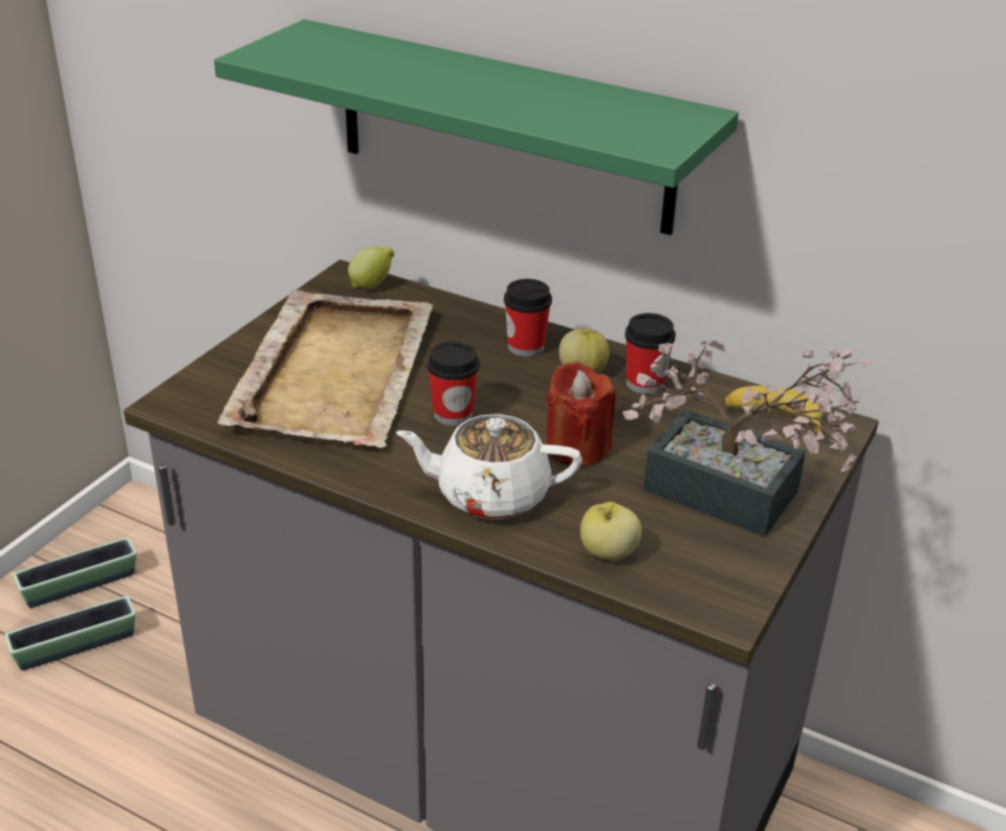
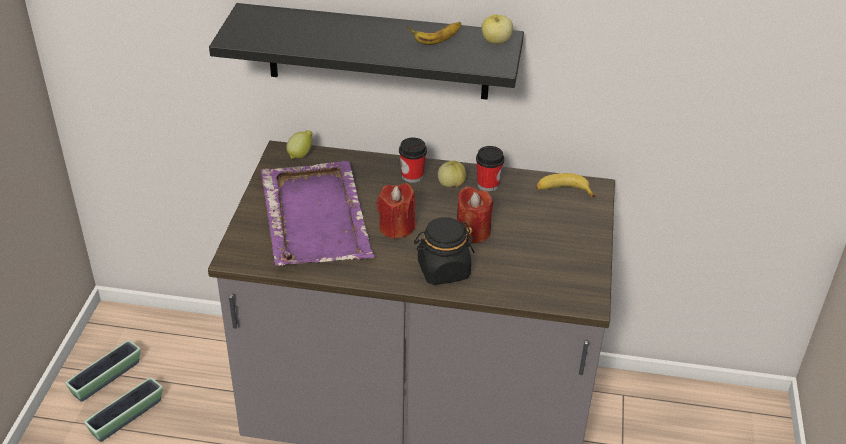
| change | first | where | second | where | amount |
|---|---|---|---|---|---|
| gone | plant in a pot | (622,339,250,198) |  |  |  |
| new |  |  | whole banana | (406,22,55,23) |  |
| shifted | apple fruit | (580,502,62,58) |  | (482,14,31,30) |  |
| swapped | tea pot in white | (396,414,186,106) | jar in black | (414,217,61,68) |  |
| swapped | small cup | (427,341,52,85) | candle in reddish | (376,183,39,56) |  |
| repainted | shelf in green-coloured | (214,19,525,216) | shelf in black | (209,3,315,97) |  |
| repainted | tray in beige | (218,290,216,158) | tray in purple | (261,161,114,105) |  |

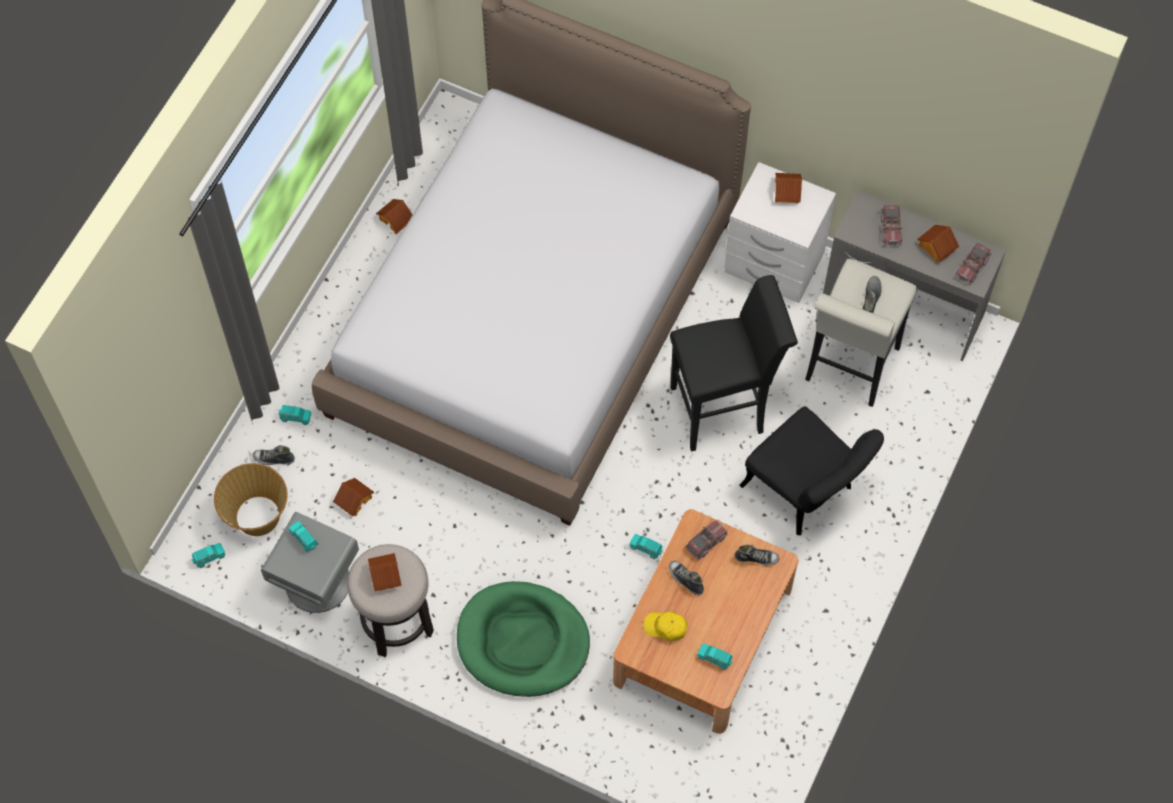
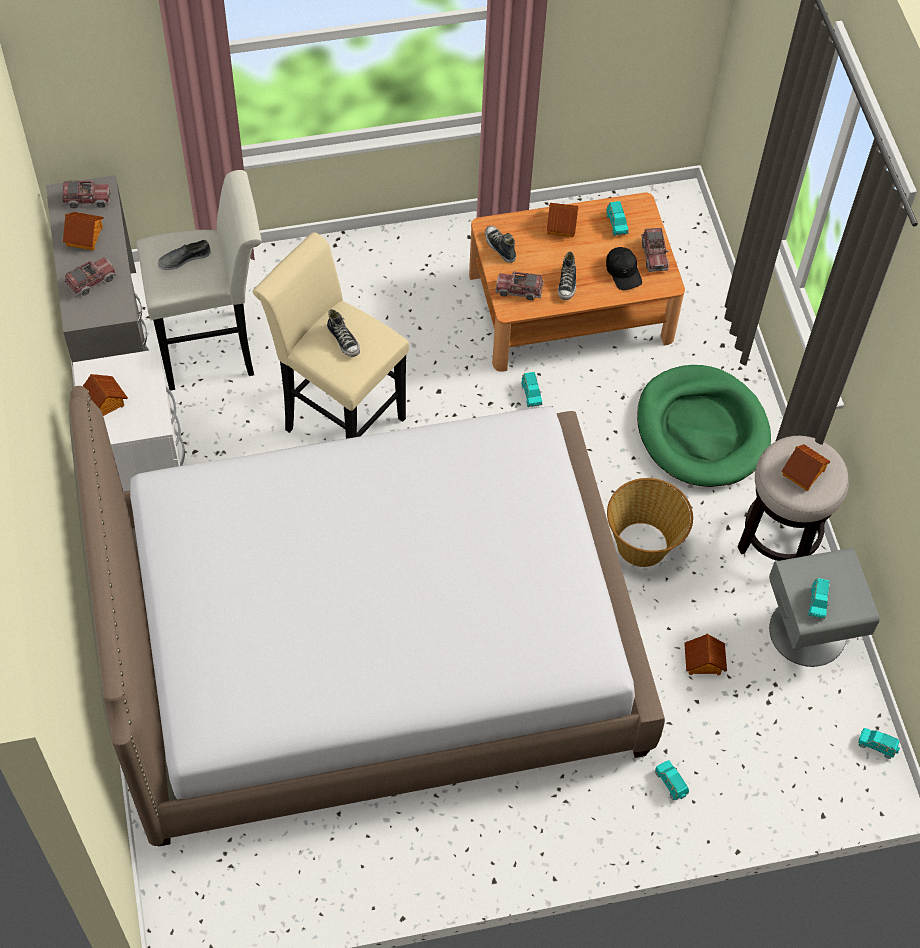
| change | first | where | second | where | amount |
|---|---|---|---|---|---|
| gone | plain chair in black | (739,406,145,129) |  |  |  |
| new |  |  | model truck | (641,228,28,44) |  |
| shifted | storage basket | (214,463,74,73) |  | (607,478,86,89) |  |
| shifted | shoe | (253,445,42,20) |  | (327,309,33,48) |  |
| shifted | model house | (376,199,37,35) |  | (547,203,32,34) |  |
| repainted | cap in yellow | (643,611,44,30) | cap in black | (606,247,36,43) |  |
| repainted | stool seat in black | (670,275,128,177) | stool seat in beige | (252,232,157,207) |  |

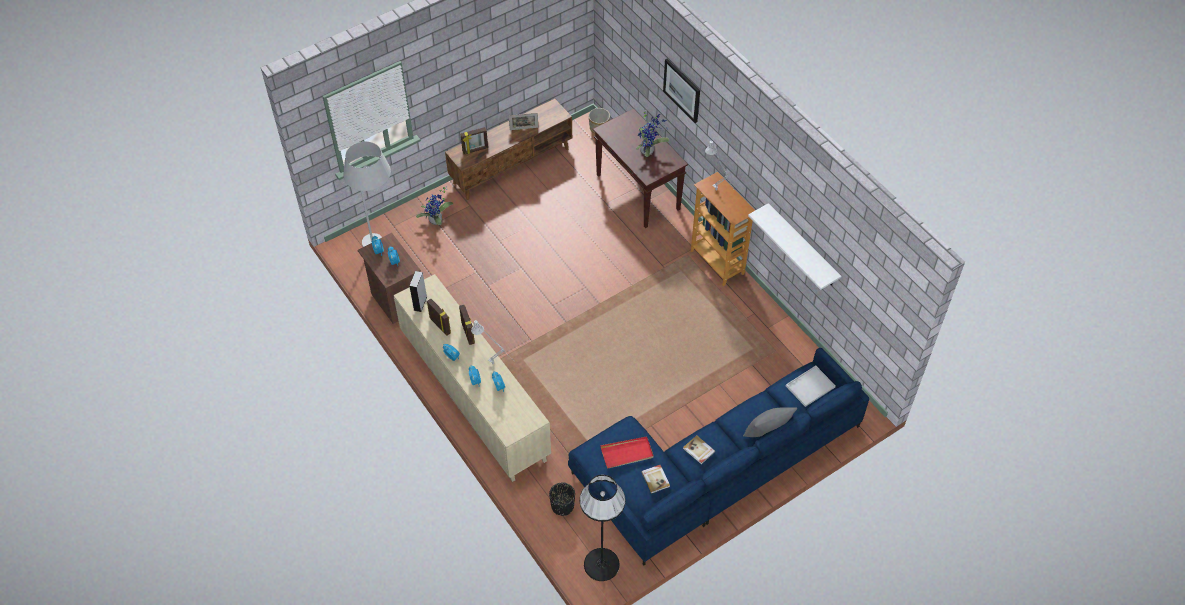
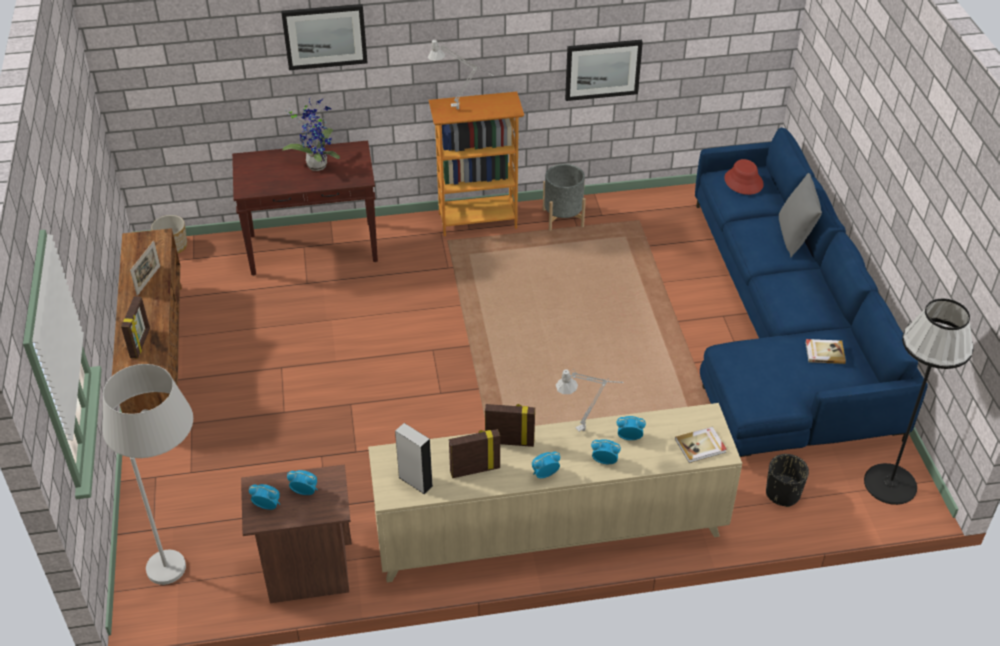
| change | first | where | second | where | amount |
|---|---|---|---|---|---|
| gone | plant in a pot | (416,186,38,39) |  |  |  |
| gone | tray in reddish | (600,436,54,32) |  |  |  |
| new |  |  | flower pot in gray | (543,164,43,67) |  |
| shifted | volume | (683,435,32,29) |  | (675,427,52,36) |  |
| swapped | shelf in white | (748,203,93,87) | wall picture | (565,40,78,61) |  |
| swapped | tray in white | (786,366,50,41) | hat in reddish | (724,159,40,36) |  |

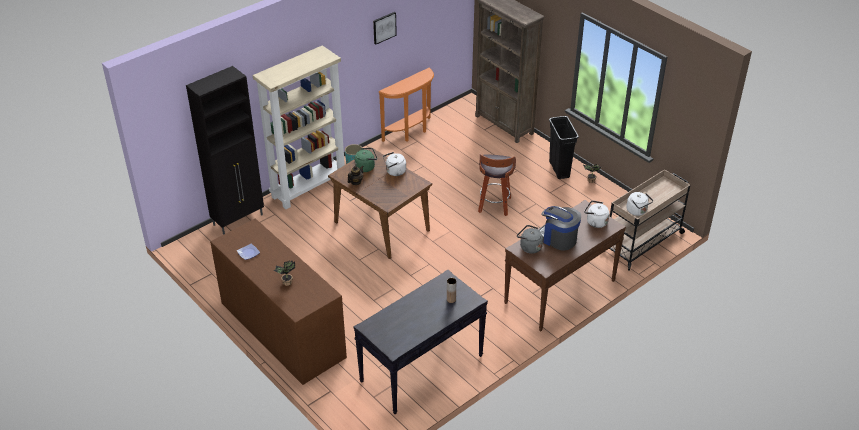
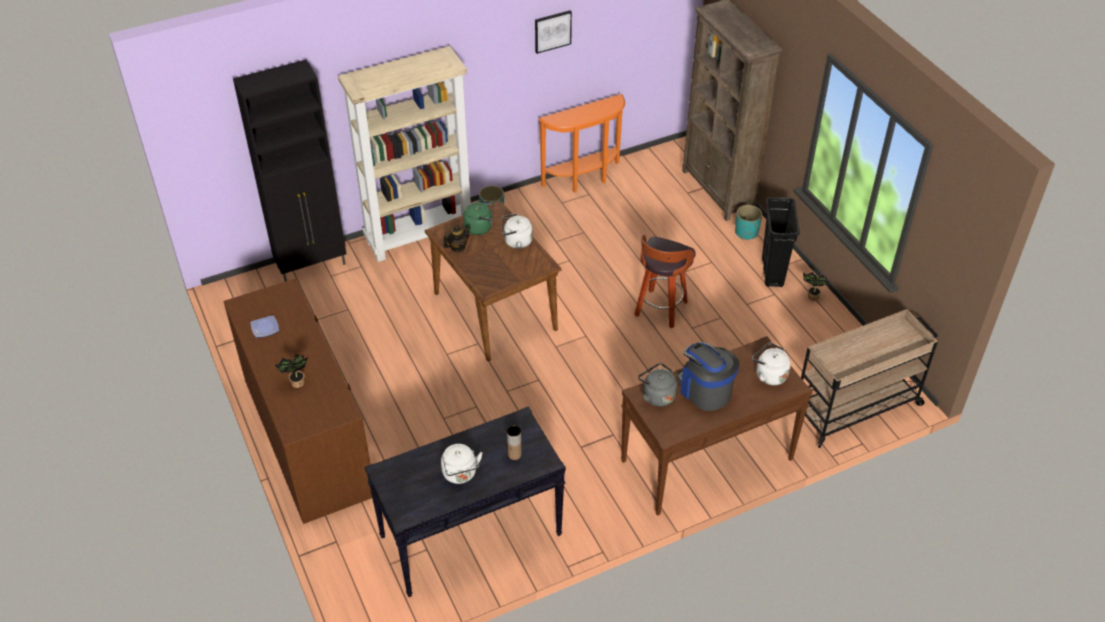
| change | first | where | second | where | amount |
|---|---|---|---|---|---|
| new |  |  | flower pot in turquoise | (735,205,27,35) |  |
| shifted | tea kettle in white | (626,192,27,24) |  | (441,444,42,40) |  |

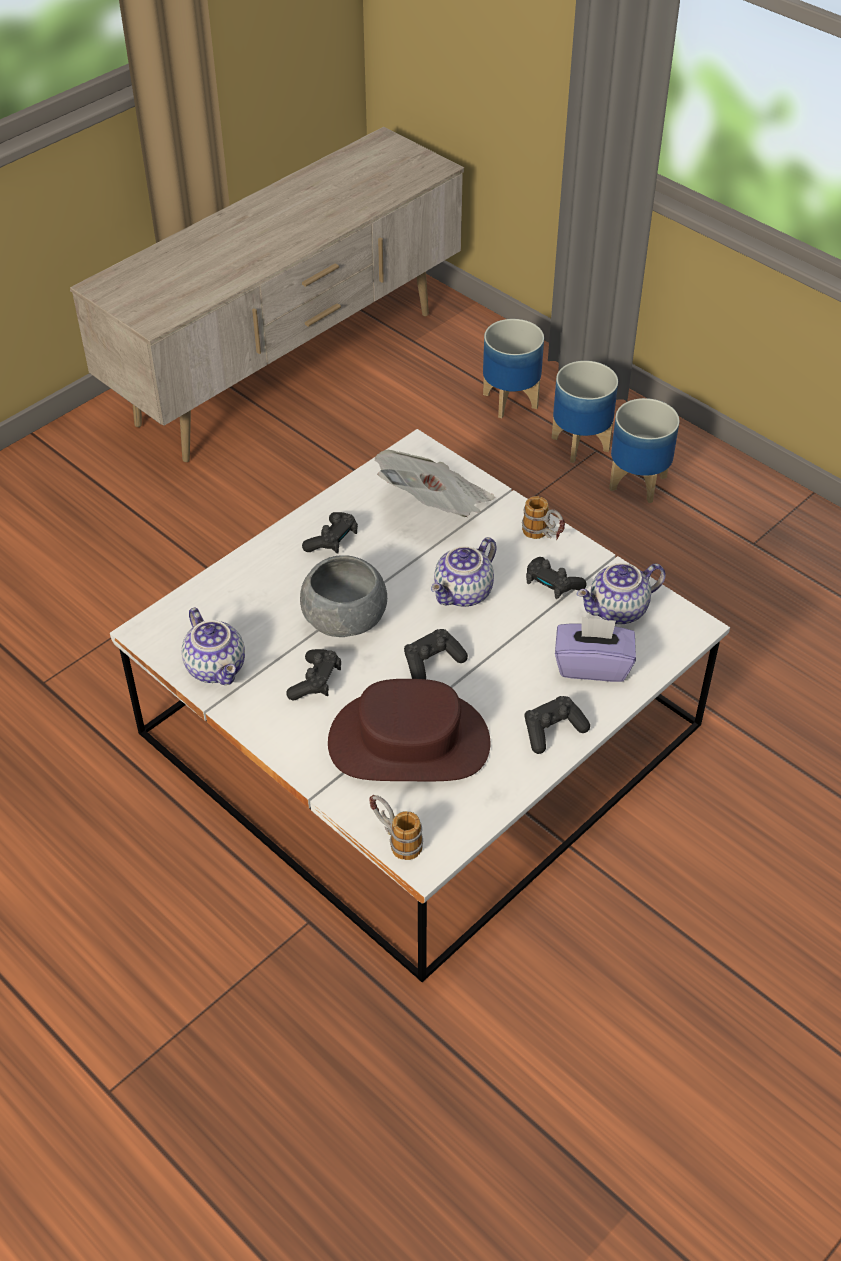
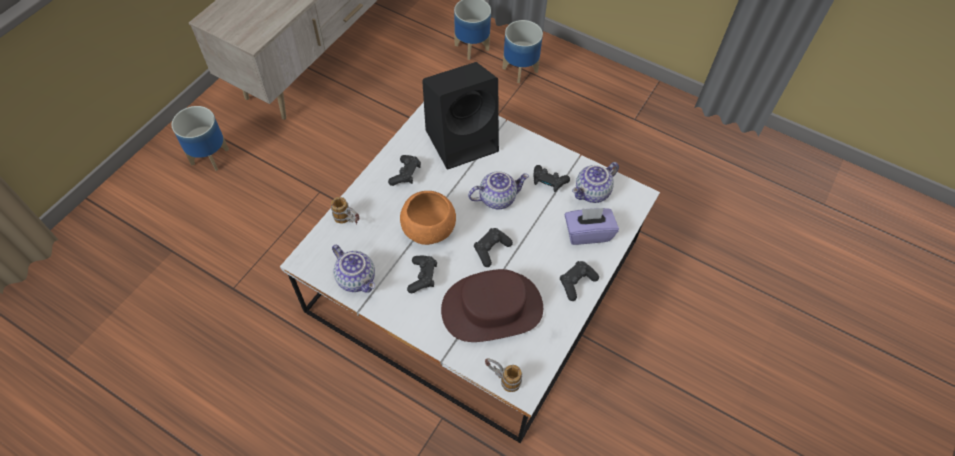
| change | first | where | second | where | amount |
|---|---|---|---|---|---|
| shifted | tea mug | (522,496,43,44) |  | (331,197,28,28) |  |
| shifted | flower pot | (609,398,70,105) |  | (172,106,57,65) |  |
| swapped | newspaper | (375,450,120,67) | speaker in black | (422,62,77,108) |  |
| repainted | bowl in gray | (300,555,87,82) | bowl in orange-coloured | (400,191,56,54) |  |
| rotated | tea pot | (431,537,65,70) |  | (468,171,61,38) | 135 degrees counterclockwise |

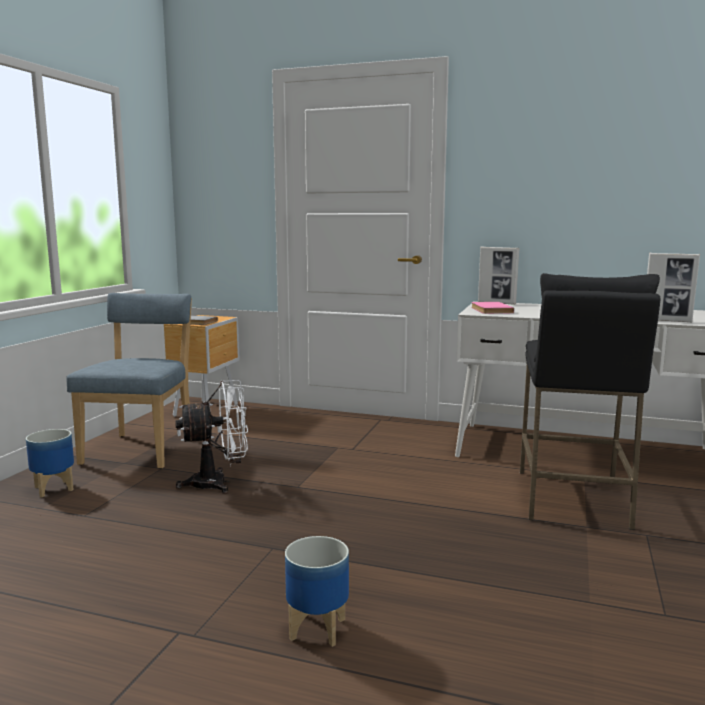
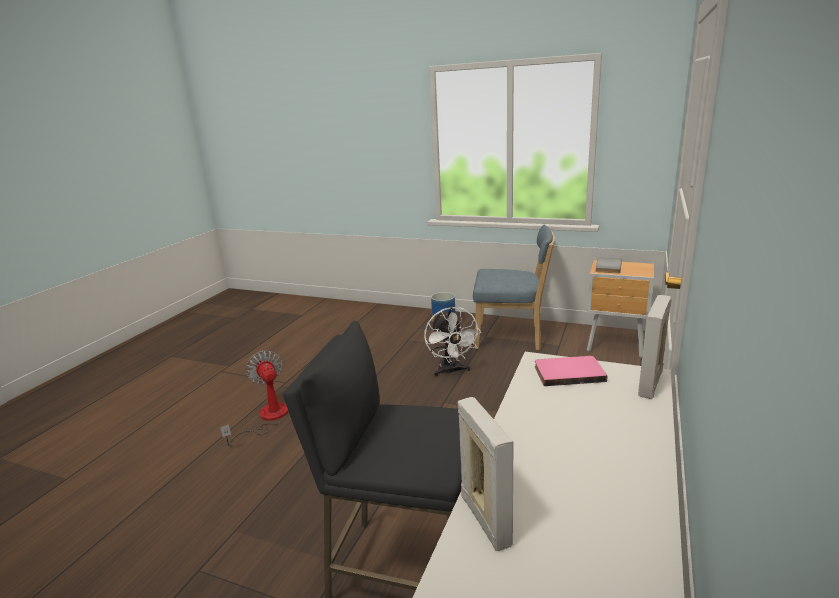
| change | first | where | second | where | amount |
|---|---|---|---|---|---|
| swapped | flower pot | (285,536,64,111) | fan | (220,351,69,95) |  |
| rotated | standing frame | (647,253,53,70) |  | (458,397,55,154) | 135 degrees clockwise |

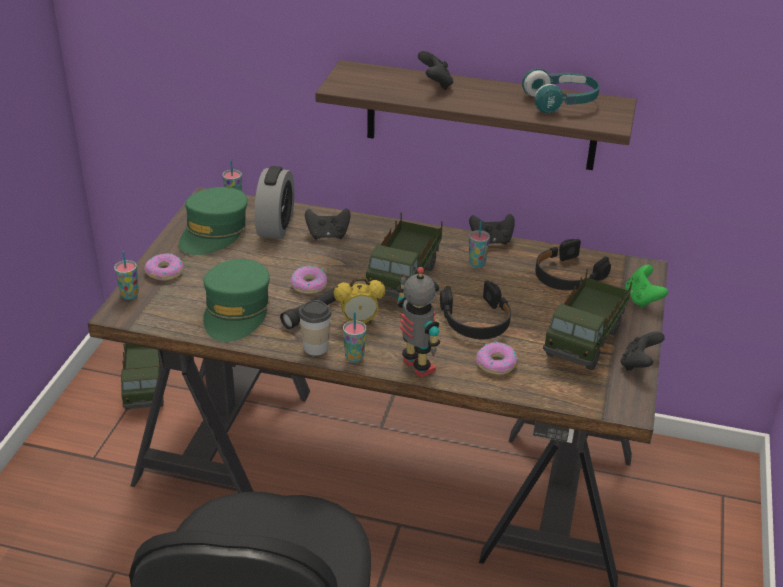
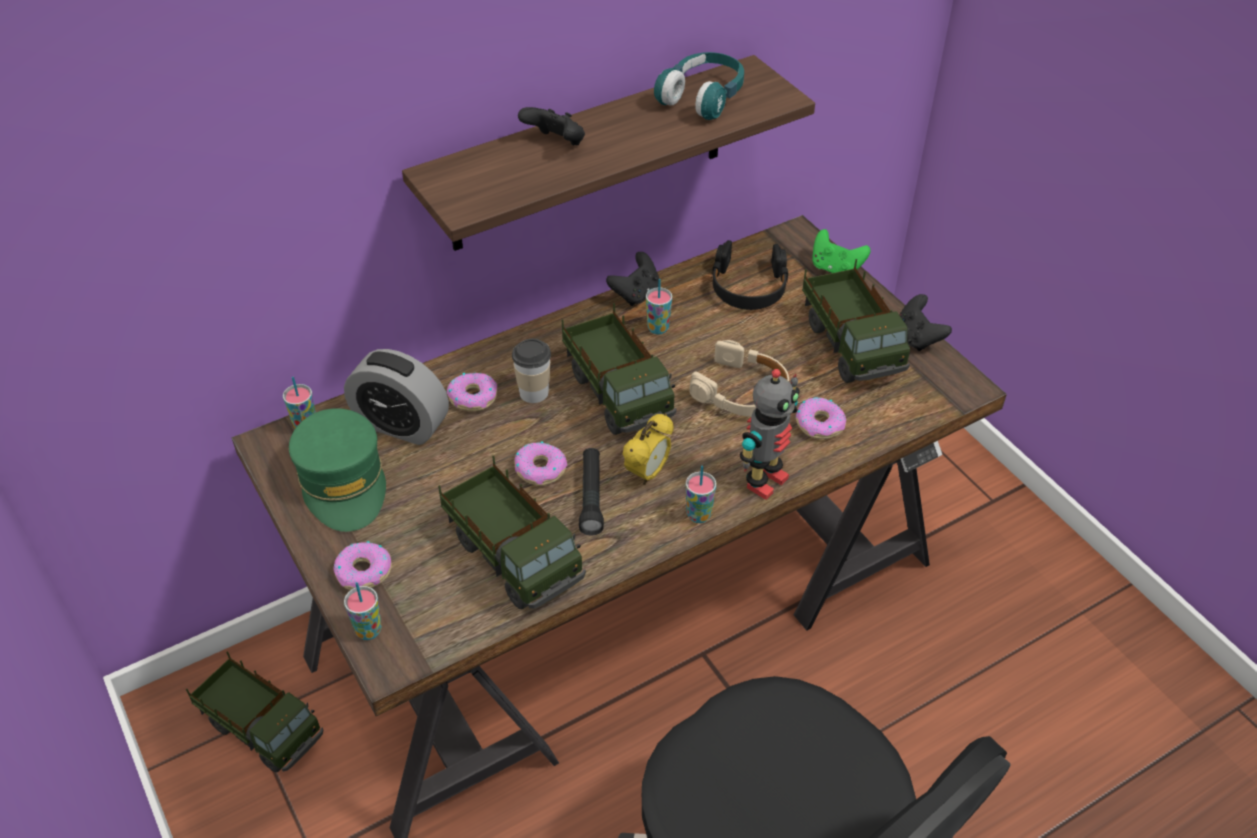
| change | first | where | second | where | amount |
|---|---|---|---|---|---|
| shifted | small cup | (299,300,32,56) |  | (512,339,39,64) |  |
| swapped | cap in green-coloured | (203,259,67,83) | model truck | (438,456,148,153) |  |
| swapped | game controller in black | (305,208,45,32) | ring doughnut | (447,373,50,38) |  |
| repainted | headset in black | (440,280,71,59) | headset in beige | (689,340,100,77) |  |
| rotated | alarm clock | (254,166,40,73) |  | (344,349,105,96) | 150 degrees clockwise |
| rotated | toy robot | (397,267,43,111) |  | (740,369,60,131) | 120 degrees clockwise |

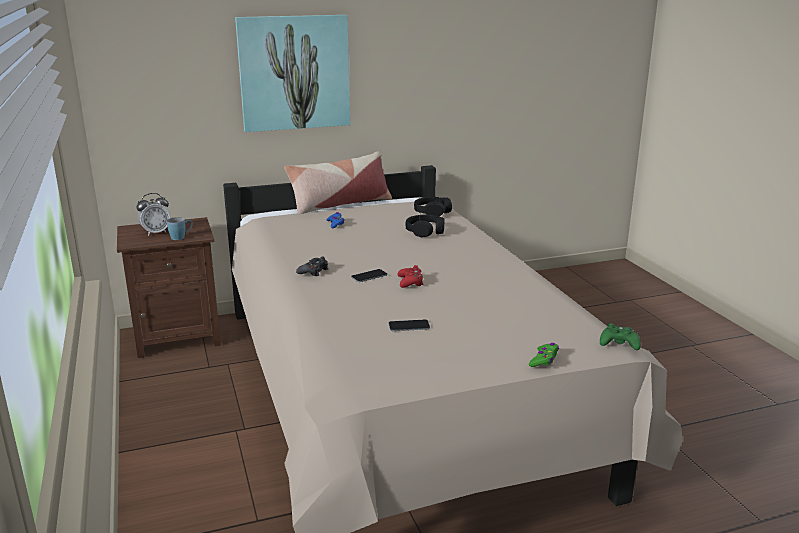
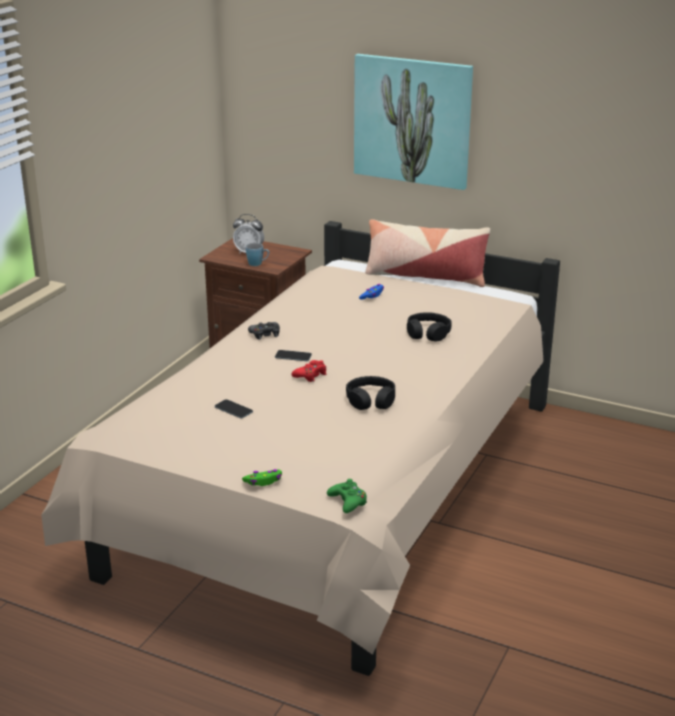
| change | first | where | second | where | amount |
|---|---|---|---|---|---|
| shifted | headset in black | (414,197,38,19) |  | (346,376,49,34) |  |

